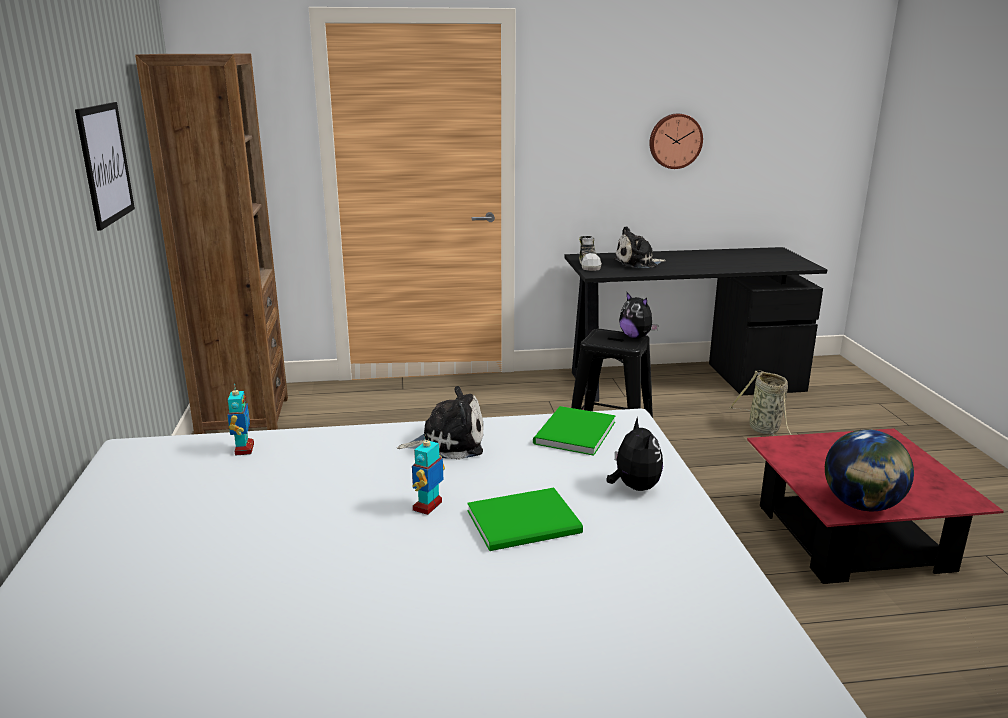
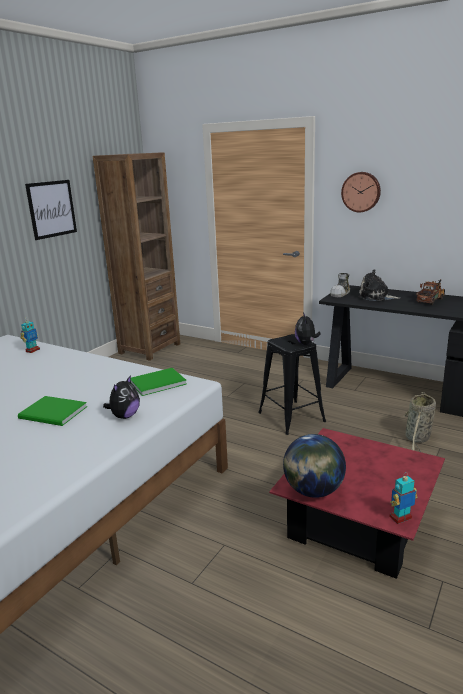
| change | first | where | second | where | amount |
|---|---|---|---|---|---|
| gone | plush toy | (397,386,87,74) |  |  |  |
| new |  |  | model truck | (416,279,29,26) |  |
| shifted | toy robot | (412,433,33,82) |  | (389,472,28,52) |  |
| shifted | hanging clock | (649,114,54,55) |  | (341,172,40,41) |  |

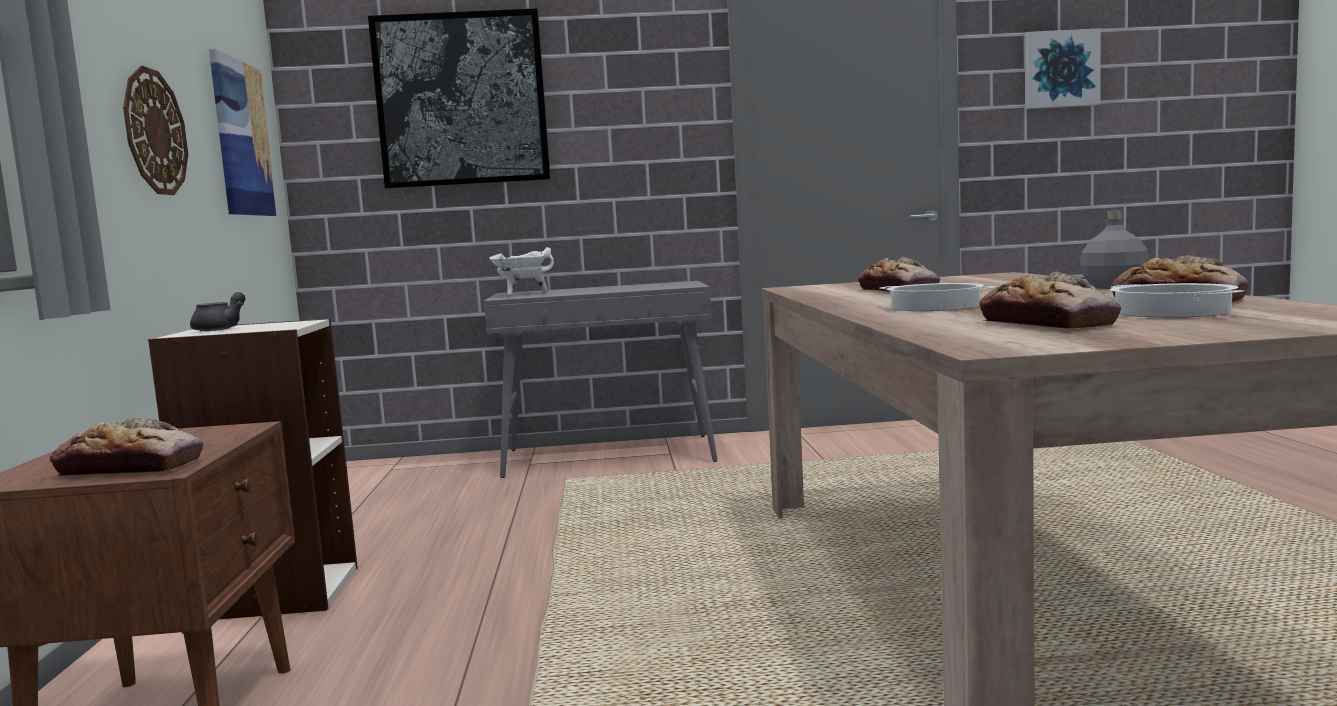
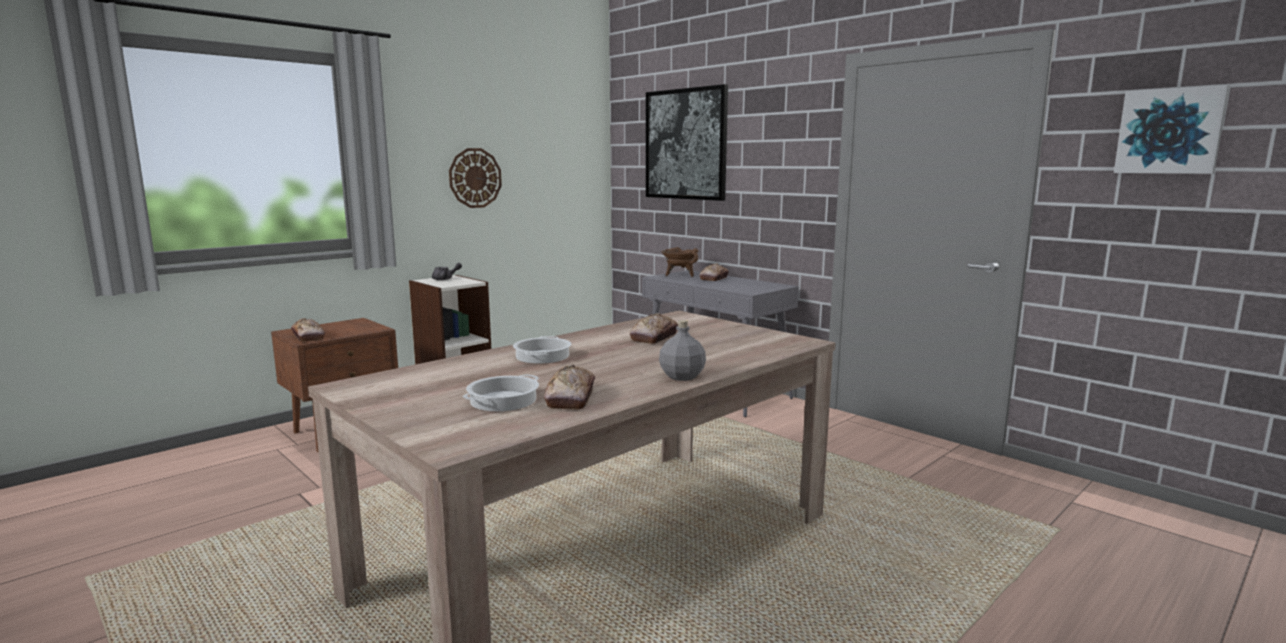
| change | first | where | second | where | amount |
|---|---|---|---|---|---|
| gone | wall picture | (209,49,68,167) |  |  |  |
| shifted | bread | (979,272,142,57) |  | (699,264,30,17) |  |
| repainted | stockpot in white | (489,247,65,49) | stockpot in brown | (662,247,37,30) |  |

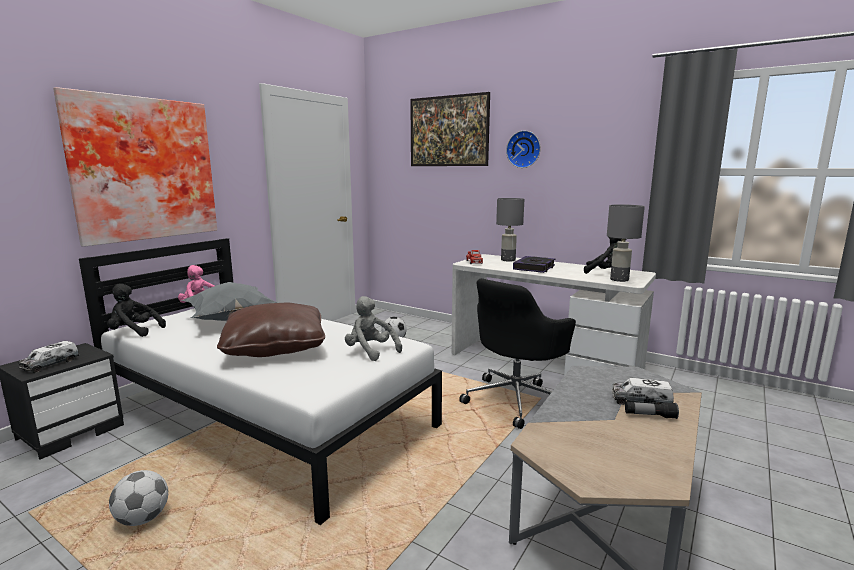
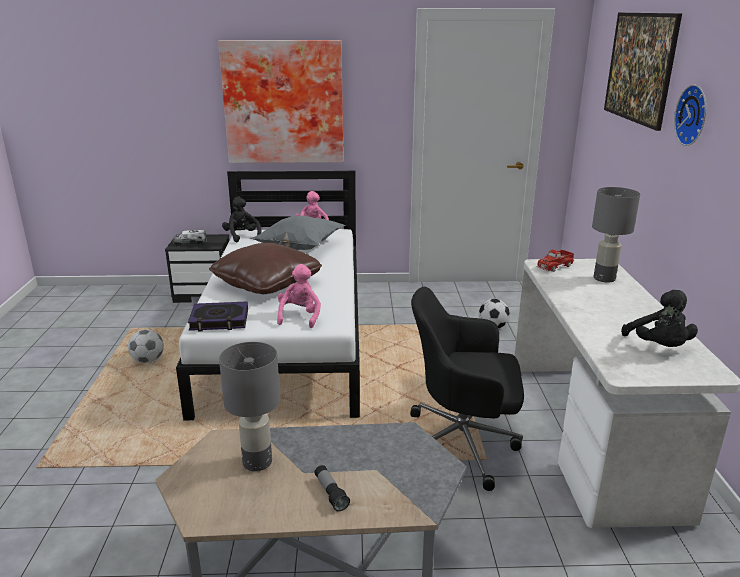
| change | first | where | second | where | amount |
|---|---|---|---|---|---|
| gone | model truck | (612,378,62,27) |  |  |  |
| shifted | volume | (513,256,42,17) |  | (188,302,60,30) |  |
| shifted | table lamp in gray | (607,204,38,78) |  | (219,342,61,129) |  |
| repainted | plush toy in gray | (345,296,57,65) | plush toy in pink-coloured | (277,264,44,64) |  |

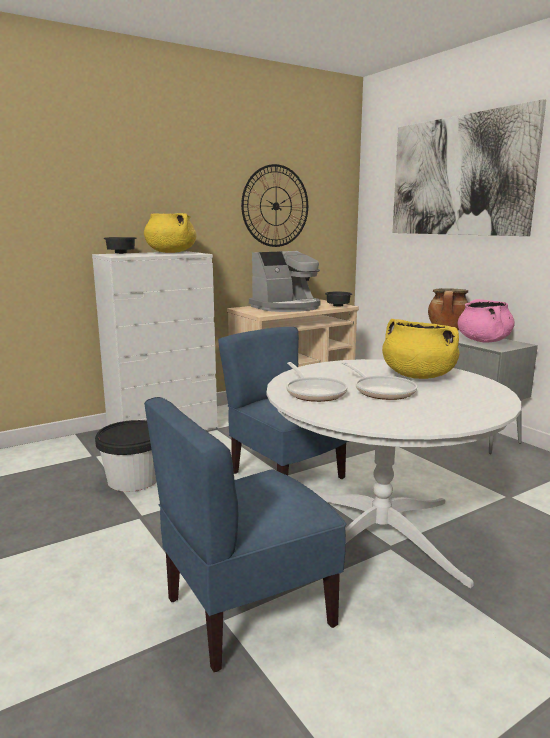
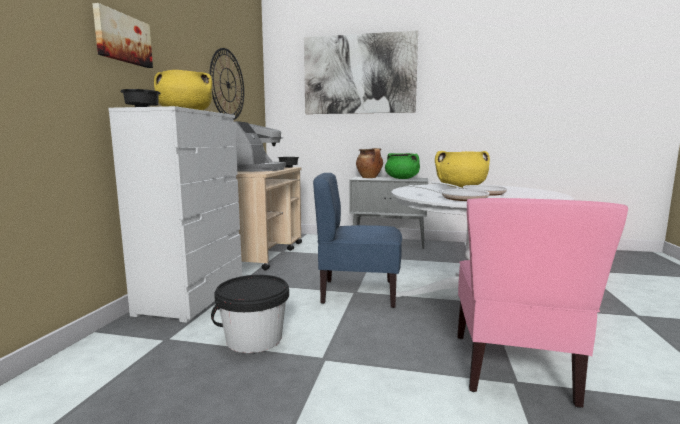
| change | first | where | second | where | amount |
|---|---|---|---|---|---|
| new |  |  | wall picture | (92,3,61,65) |  |
| repainted | plain chair in blue-coloured | (144,397,202,275) | plain chair in pink-coloured | (457,198,171,210) |  |
| repainted | stockpot in pink-coloured | (458,299,57,43) | stockpot in green-coloured | (385,153,35,26) |  |

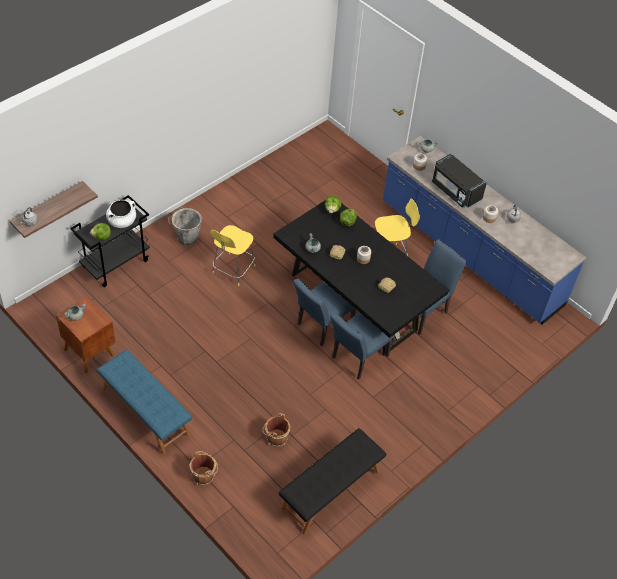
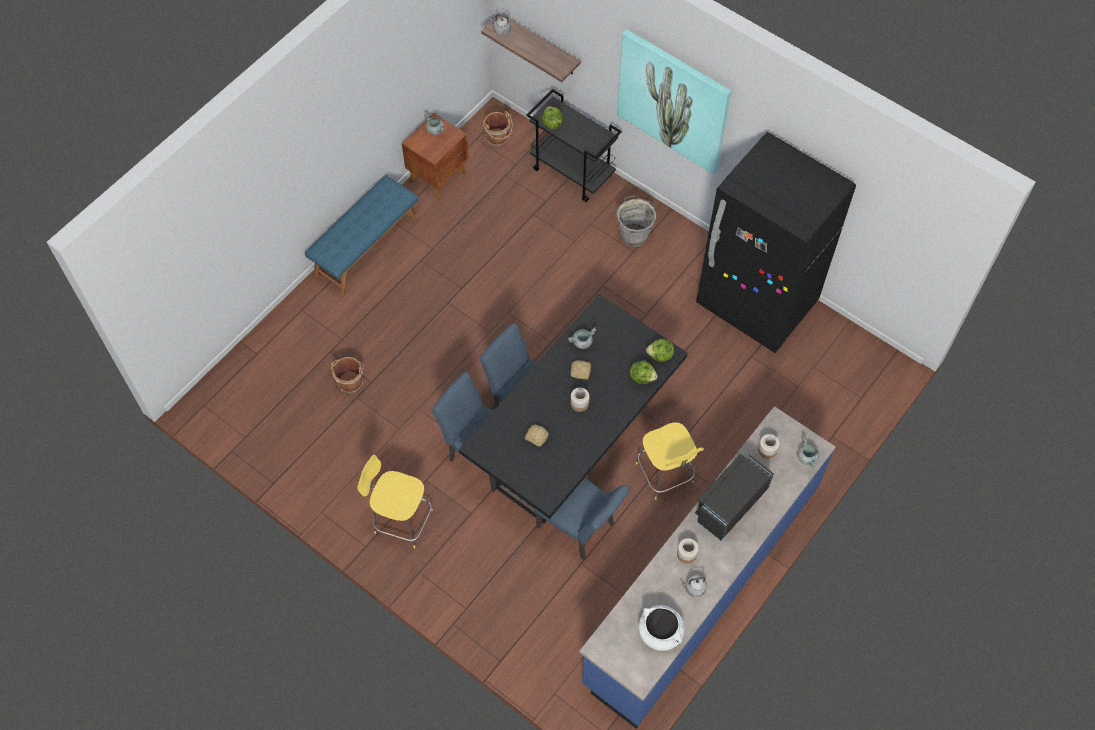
| change | first | where | second | where | amount |
|---|---|---|---|---|---|
| gone | long seat in black | (279,428,107,106) |  |  |  |
| new |  |  | wall picture | (617,29,114,145) |  |
| new |  |  | kitchen fridge in black | (696,132,160,221) |  |
| shifted | stockpot in white | (106,200,30,28) |  | (638,605,47,46) |  |
| shifted | pail in brown | (189,451,29,34) |  | (483,111,30,35) |  |
| shifted | stool seat in yellow | (210,225,45,61) |  | (357,454,76,94) |  |

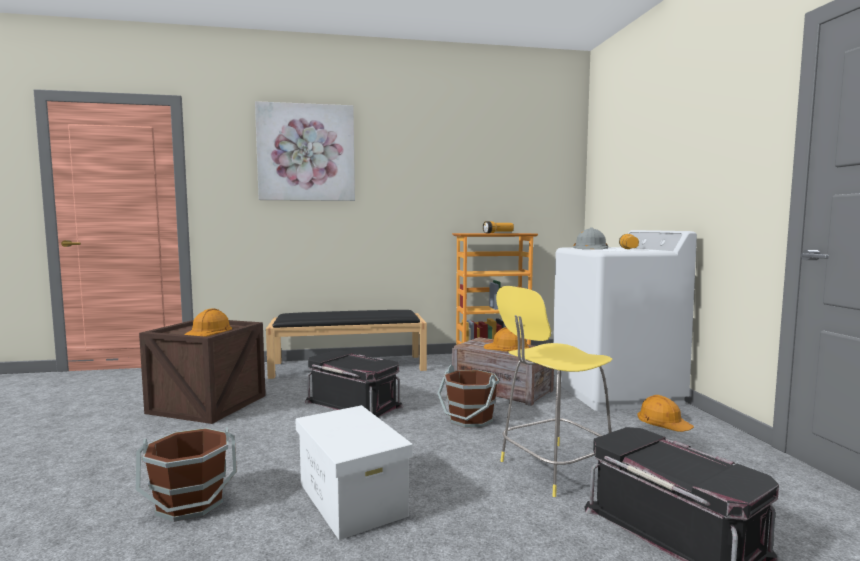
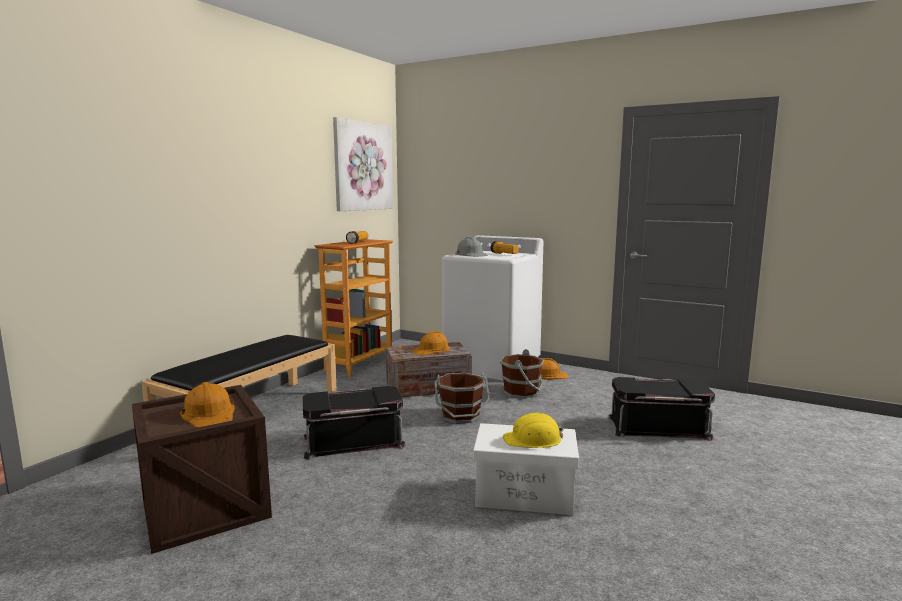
| change | first | where | second | where | amount |
|---|---|---|---|---|---|
| gone | stool seat in yellow | (496,286,116,211) |  |  |  |
| new |  |  | hard hat in yellow | (503,413,60,35) |  |
| shifted | pail in brown | (136,427,101,95) |  | (500,349,44,50) |  |
| shifted | wall picture | (255,101,100,100) |  | (333,117,60,94) |  |

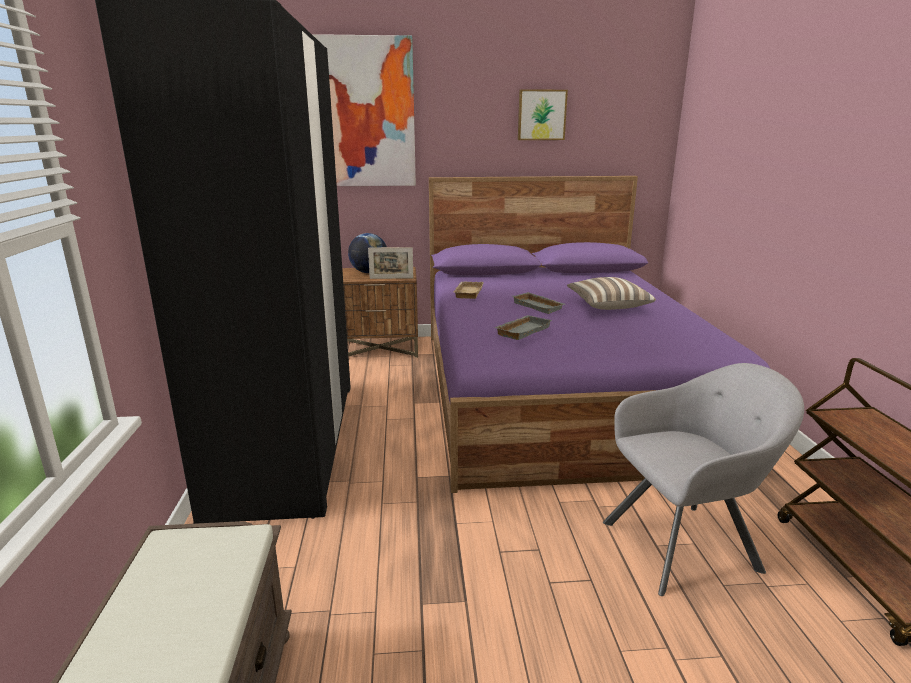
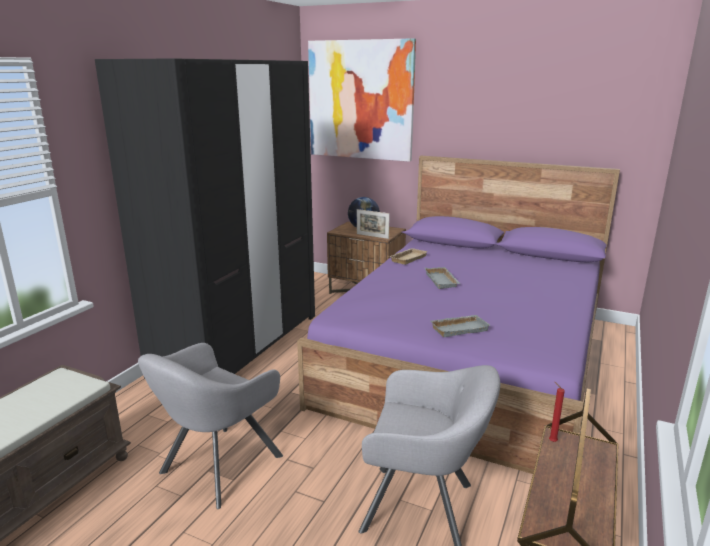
| change | first | where | second | where | amount |
|---|---|---|---|---|---|
| gone | wall picture | (518,89,50,51) |  |  |  |
| gone | cushion | (567,277,89,33) |  |  |  |
| new |  |  | easy chair in gray | (138,343,145,166) |  |
| new |  |  | candle in reddish | (549,381,16,61) |  |
| shifted | tray in gray | (494,315,58,25) |  | (430,315,60,22) |  |

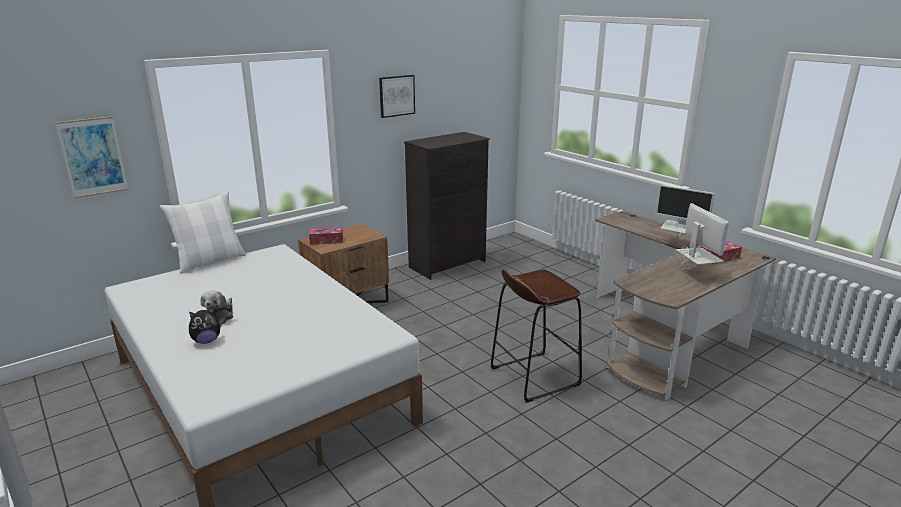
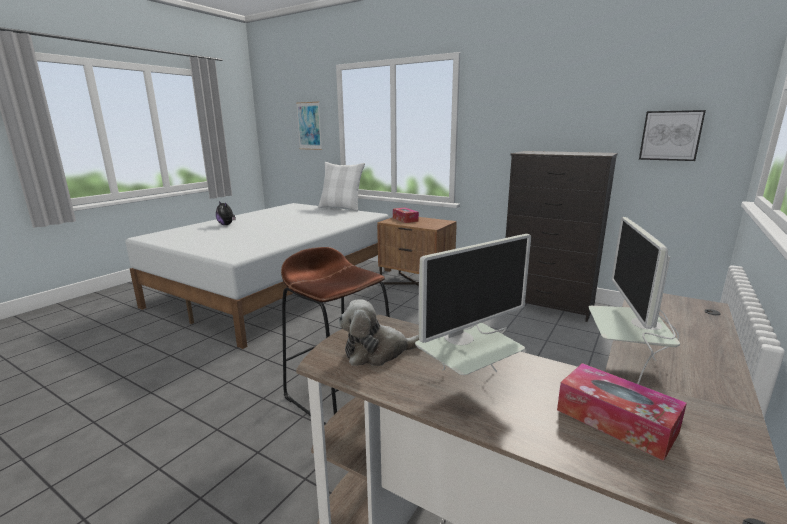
| change | first | where | second | where | amount |
|---|---|---|---|---|---|
| shifted | plush toy | (200,291,33,33) |  | (338,299,81,67) |  |
| shifted | wall picture | (379,75,36,43) |  | (639,110,67,51) |  |

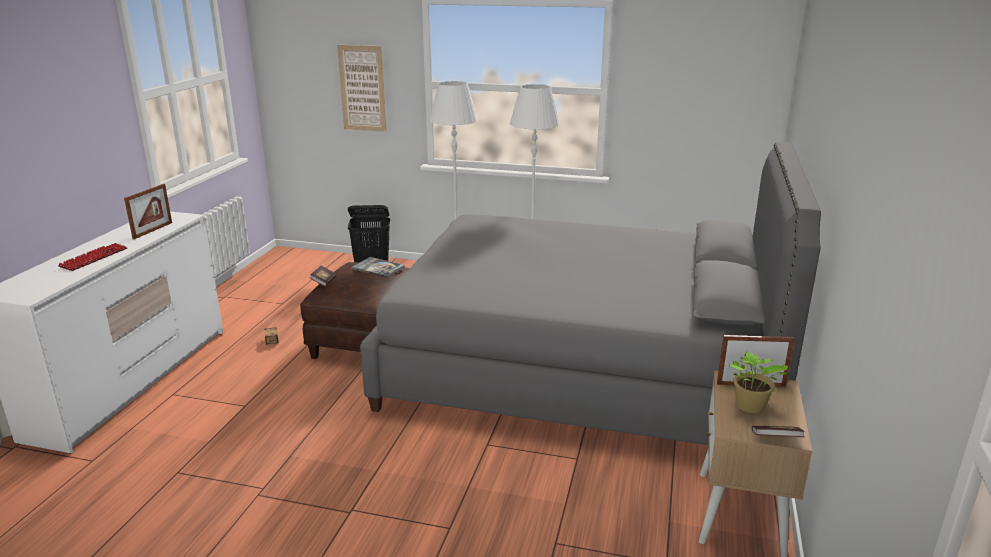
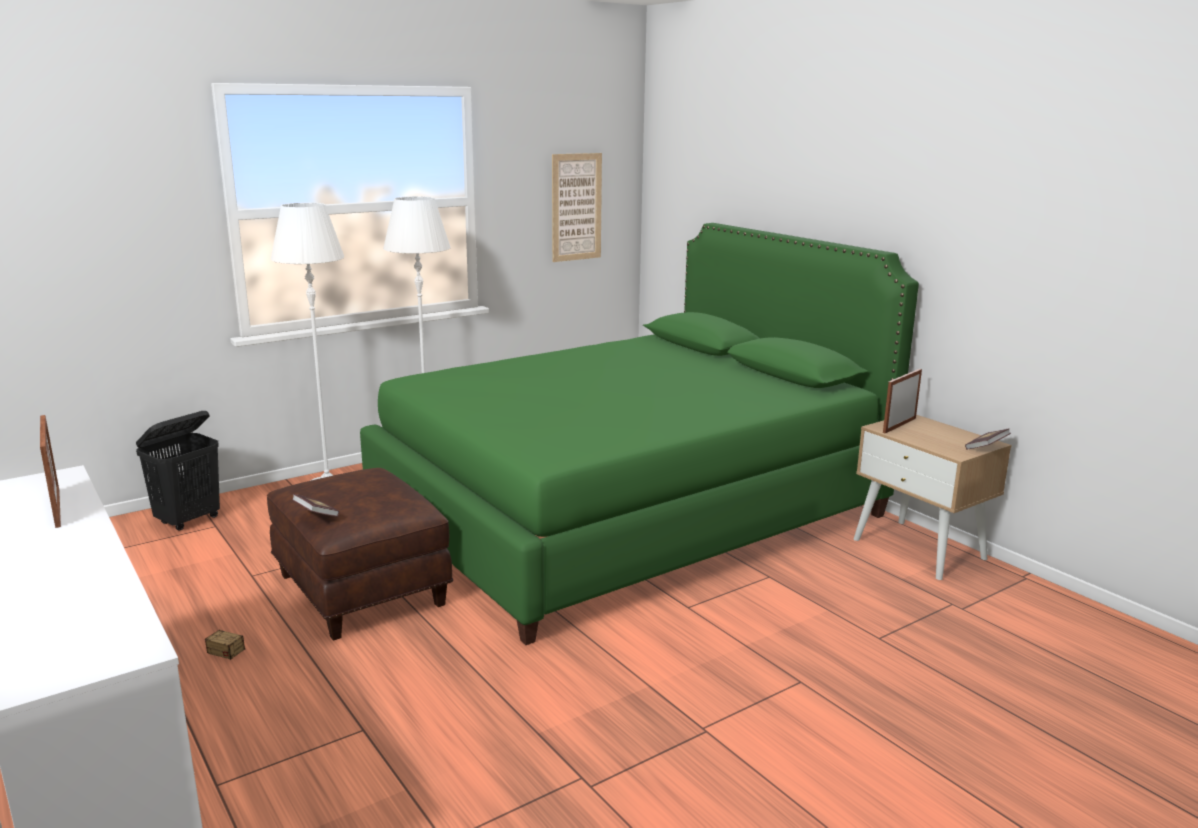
| change | first | where | second | where | amount |
|---|---|---|---|---|---|
| gone | keyboard | (58,243,69,28) |  |  |  |
| gone | volume | (351,257,54,21) |  |  |  |
| gone | plant in a pot | (729,352,59,61) |  |  |  |
| shifted | wall picture | (337,45,50,87) |  | (552,153,50,109) |  |
| repainted | bedroom bed in gray | (360,142,461,303) | bedroom bed in green-coloured | (360,223,559,422) |  |

